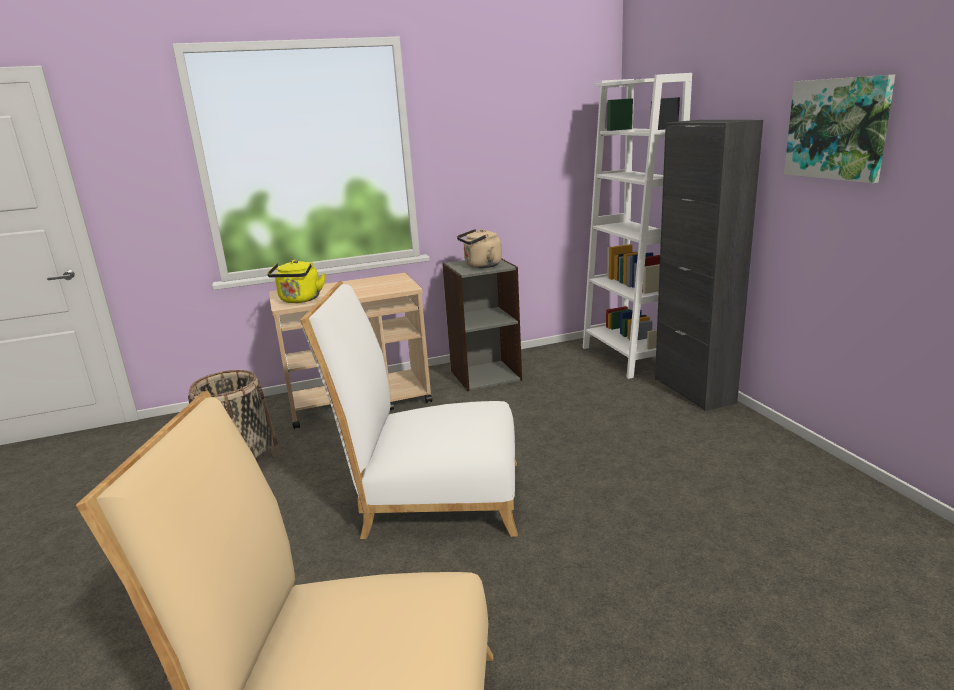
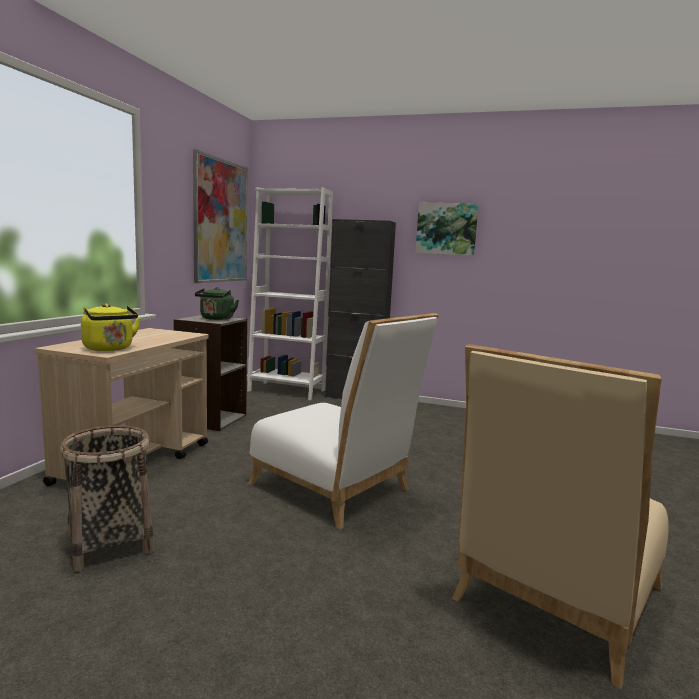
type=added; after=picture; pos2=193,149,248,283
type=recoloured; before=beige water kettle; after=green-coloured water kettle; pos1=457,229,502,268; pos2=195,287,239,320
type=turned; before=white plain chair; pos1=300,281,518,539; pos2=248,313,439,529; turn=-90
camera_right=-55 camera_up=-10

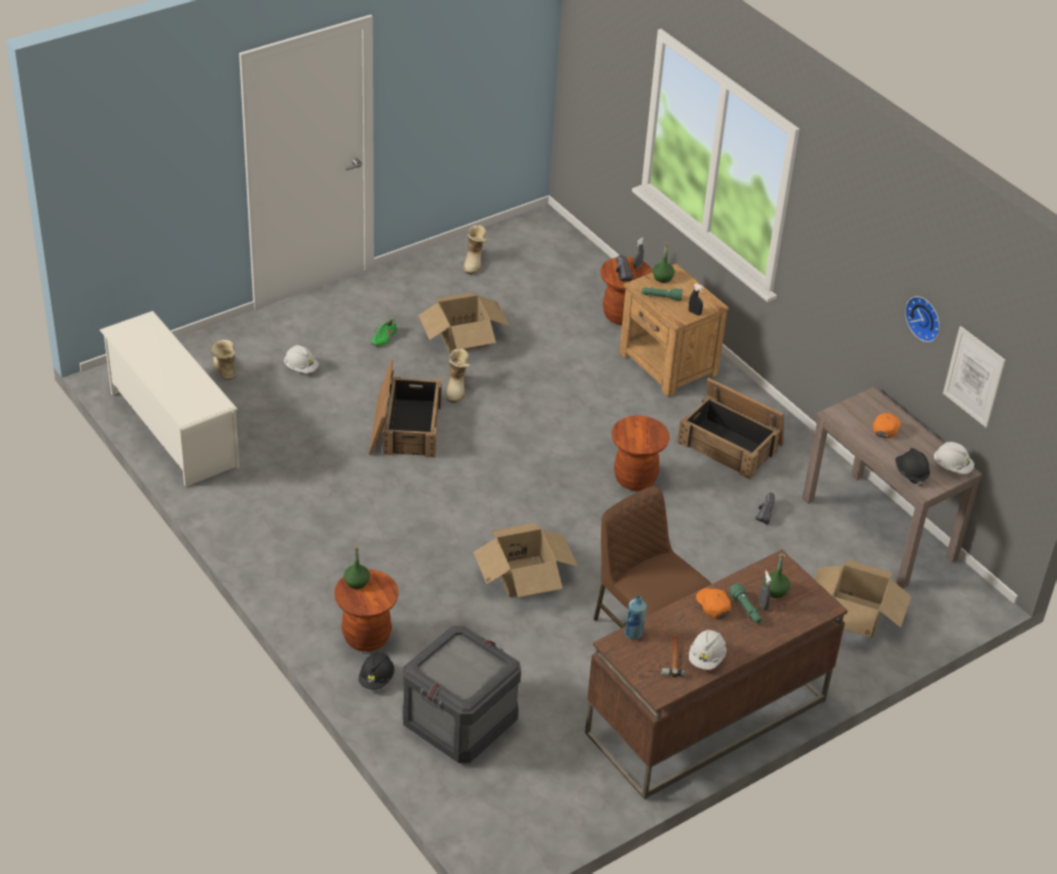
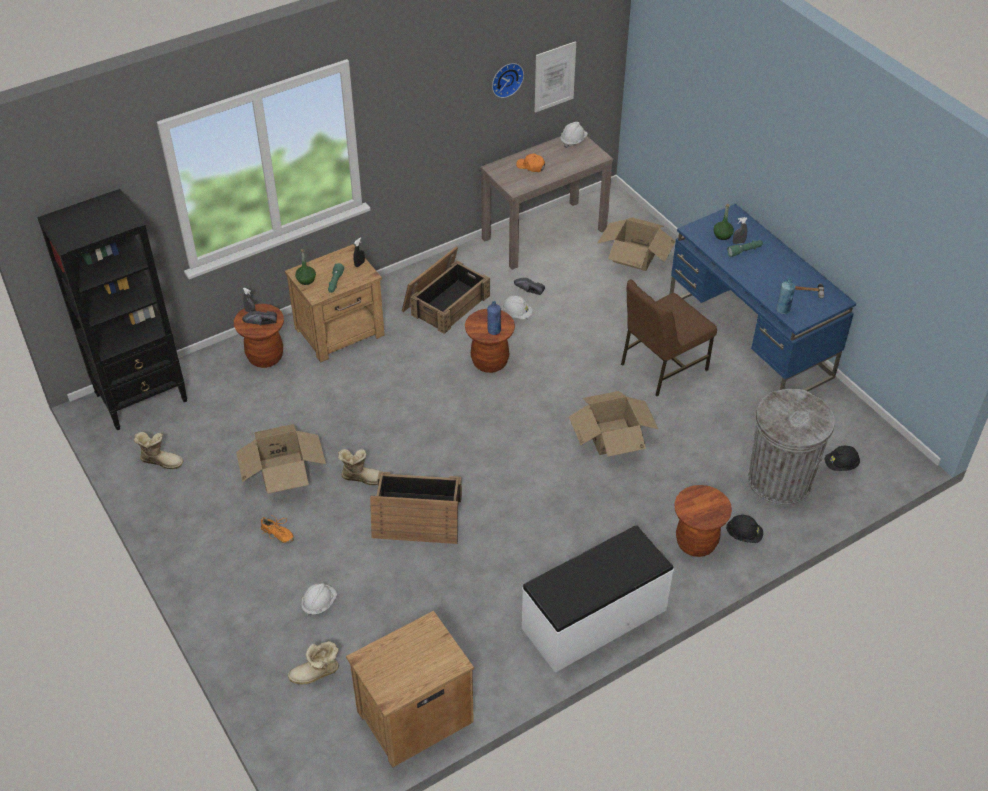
type=removed; before=green-coloured bottle; pos1=344,546,370,589
type=removed; before=orangey peaked cap; pos1=696,588,731,619
type=added; after=black bookcase; pos2=37,189,187,430
type=added; after=blue-coloured bottle; pos2=487,301,501,335
type=added; after=white bench; pos2=522,525,674,673
type=moved; before=white hard hat; pos1=689,629,726,670; pos2=501,296,532,319
type=moved; before=black hard hat; pos1=895,448,930,486; pos2=825,446,860,471
type=replaced; before=white shoe stand; after=brown nightstand; pos1=100,311,240,487; pos2=346,611,474,768
type=replaced; before=crate; after=grey waste bin; pos1=402,626,521,763; pos2=748,389,835,506
type=recoloured; before=green-coloured item of footwear; after=orangey item of footwear; pos1=370,318,399,347; pos2=261,514,294,543
type=recoloured; before=brown desk table; after=blue-coloured desk table; pos1=585,550,848,800; pos2=670,204,857,391
camera_right=-85 camera_up=5

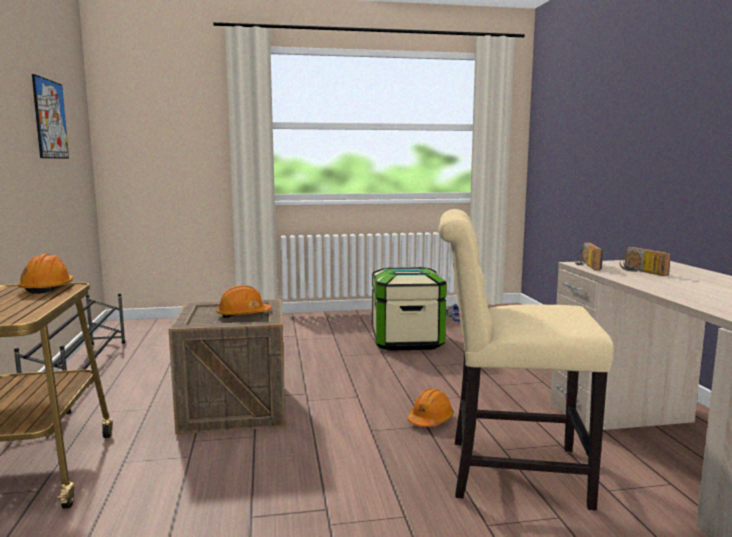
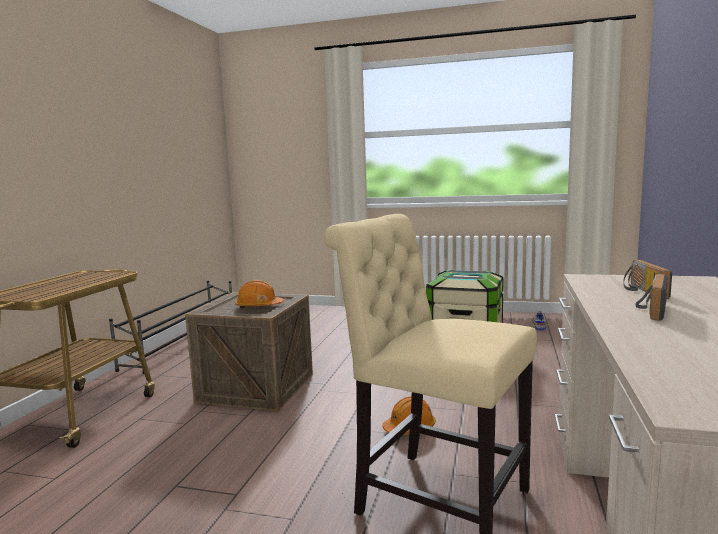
type=removed; before=orangey hard hat; pos1=18,254,73,294
type=removed; before=picture; pos1=32,74,69,159
type=moved; before=radio receiver; pos1=575,242,603,270; pos2=635,274,668,321
camera_right=25 camera_up=0

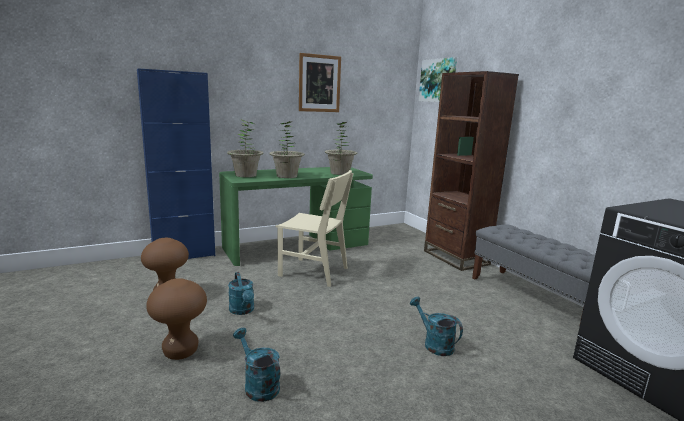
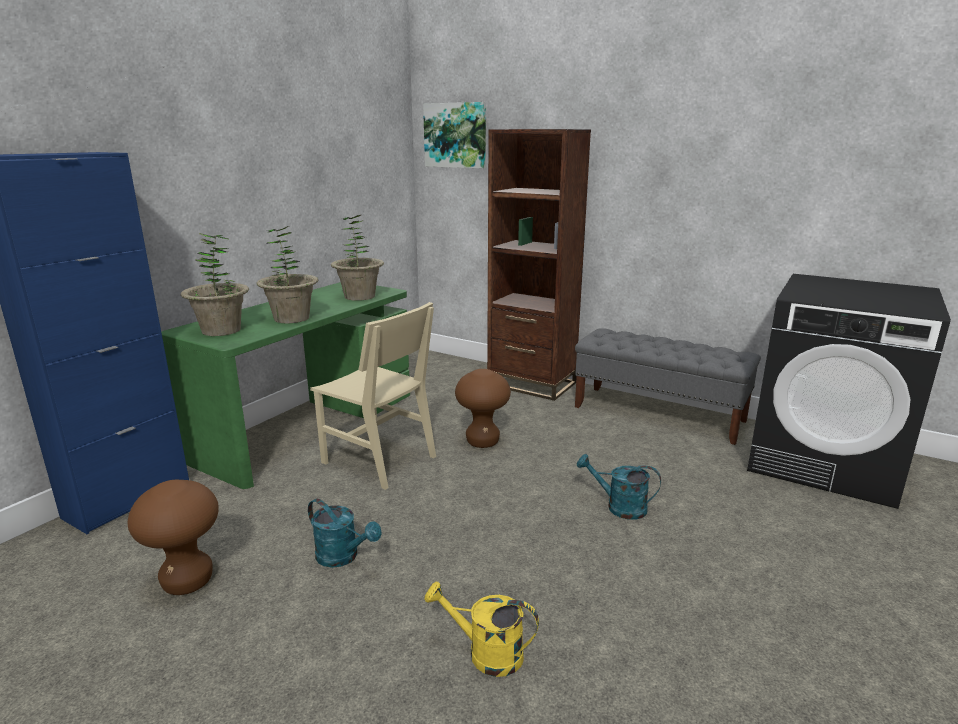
type=removed; before=picture; pos1=299,53,341,112
type=moved; before=brown sitting stool; pos1=146,278,207,360; pos2=455,369,511,448
type=recoloured; before=blue-green sprinkling can; after=yellow-coloured sprinkling can; pos1=233,327,280,402; pos2=425,582,539,677
type=turned; before=beige plain chair; pos1=275,170,354,287; pos2=310,302,436,490; turn=45
camera_right=-30 camera_up=5

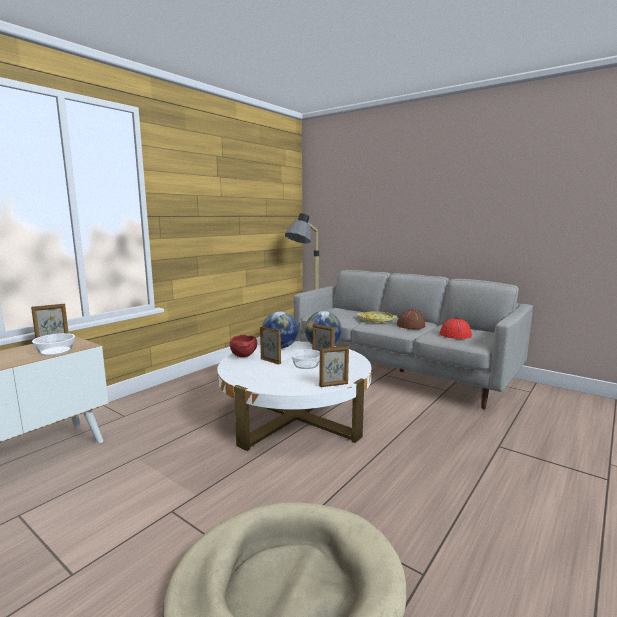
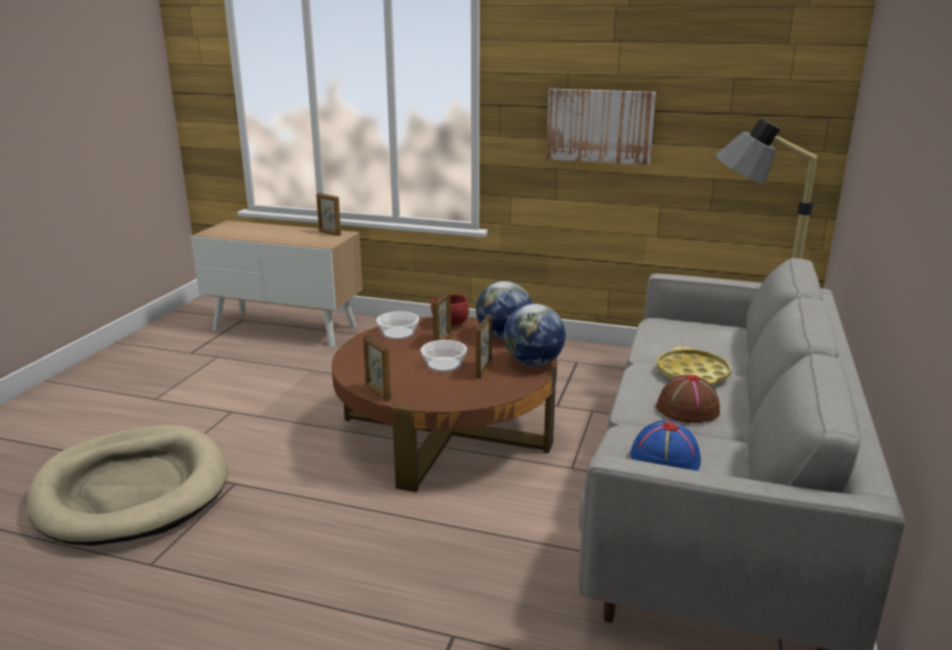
type=added; after=picture; pos2=546,89,656,165
type=moved; before=bowl; pos1=32,333,75,356; pos2=376,311,419,340
type=recoloured; before=white low table; after=brown low table; pos1=217,342,372,451; pos2=332,316,557,492
type=recoloured; before=red clothing hat; after=blue-coloured clothing hat; pos1=439,318,472,339; pos2=630,421,701,471
camera_right=70 camera_up=10

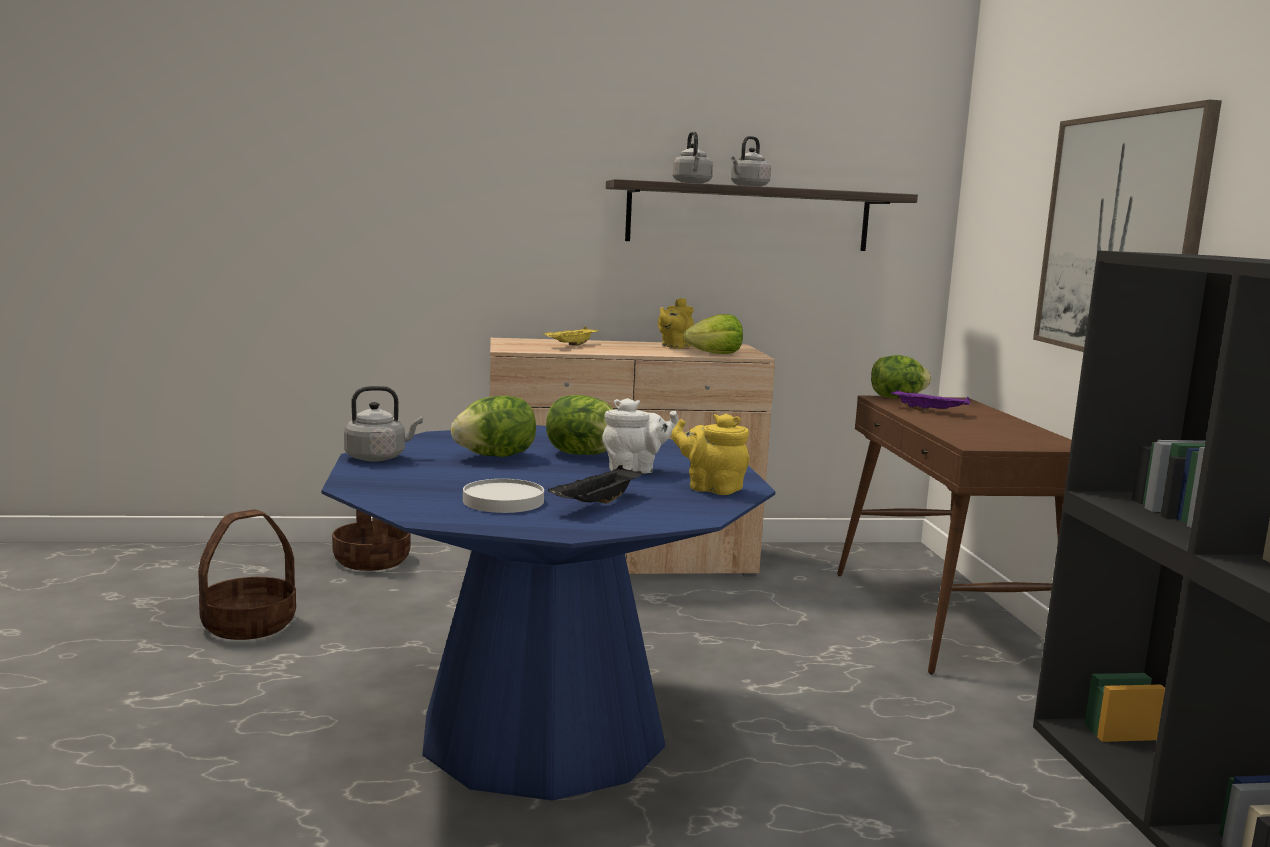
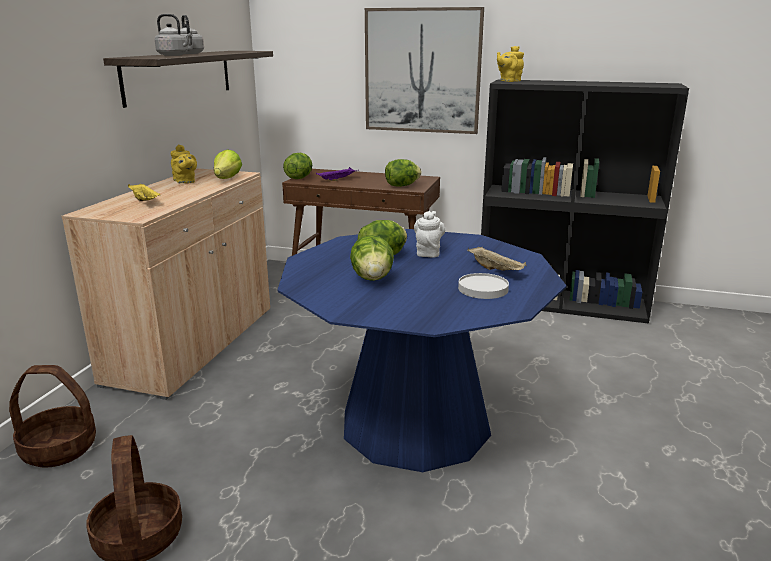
type=removed; before=grey water kettle; pos1=344,386,423,461
type=added; after=lettuce; pos2=385,159,422,187
type=moved; before=yellow-coloured pot for tea; pos1=671,414,749,495; pos2=497,46,524,82
type=recoloured; before=black serving tray; after=beige serving tray; pos1=548,465,643,504; pos2=467,246,527,271
camera_right=-65 camera_up=10

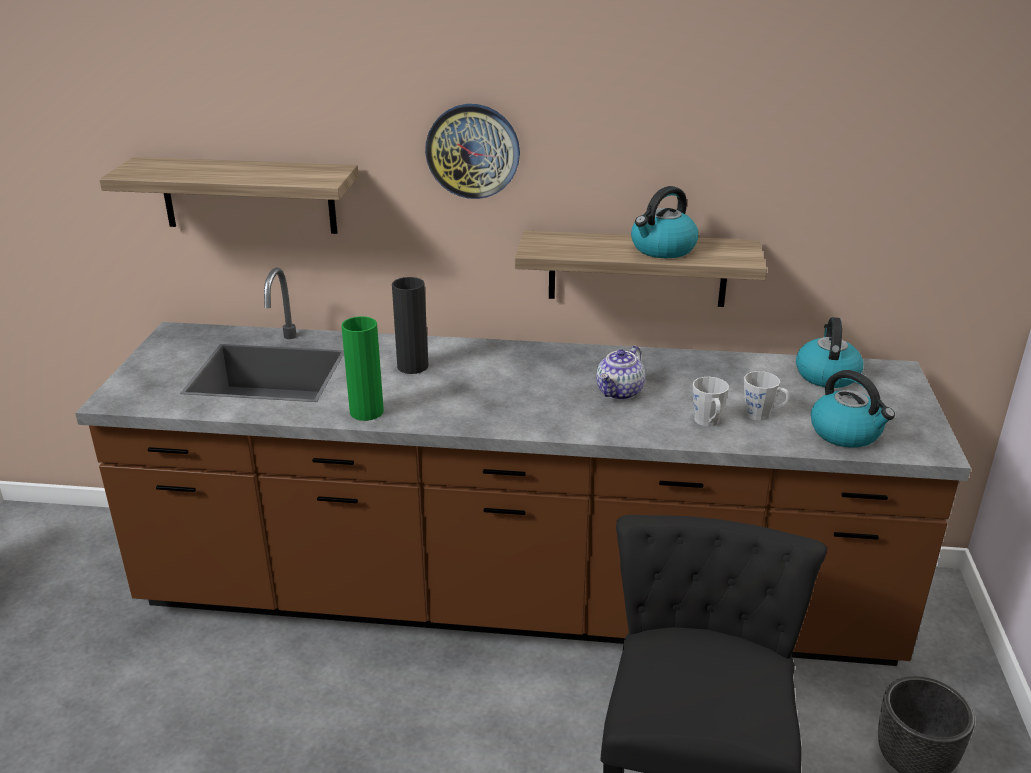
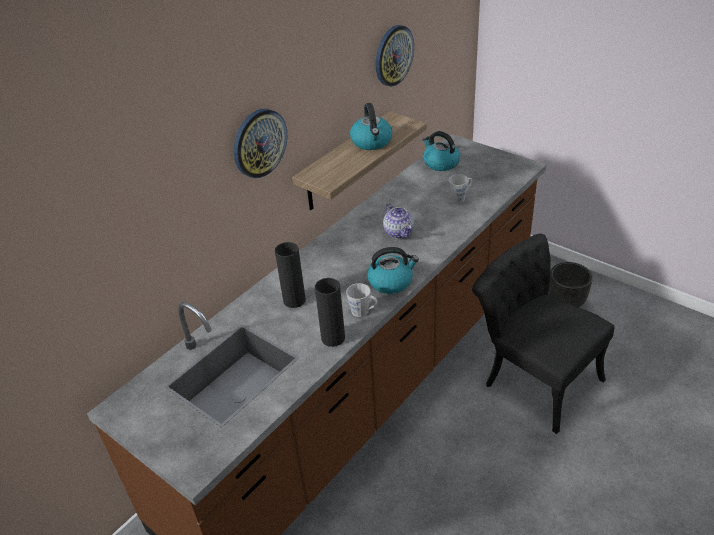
type=removed; before=shelf; pos1=99,157,359,234
type=added; after=hanging clock; pos2=376,25,414,86
type=moved; before=grey tea mug; pos1=693,377,729,426; pos2=346,283,377,317
type=moved; before=water kettle; pos1=811,370,895,448; pos2=367,247,419,294
type=recoloured; before=green-coloured decorative vase; after=black decorative vase; pos1=341,316,384,421; pos2=315,278,345,347
camera_right=-55 camera_up=10

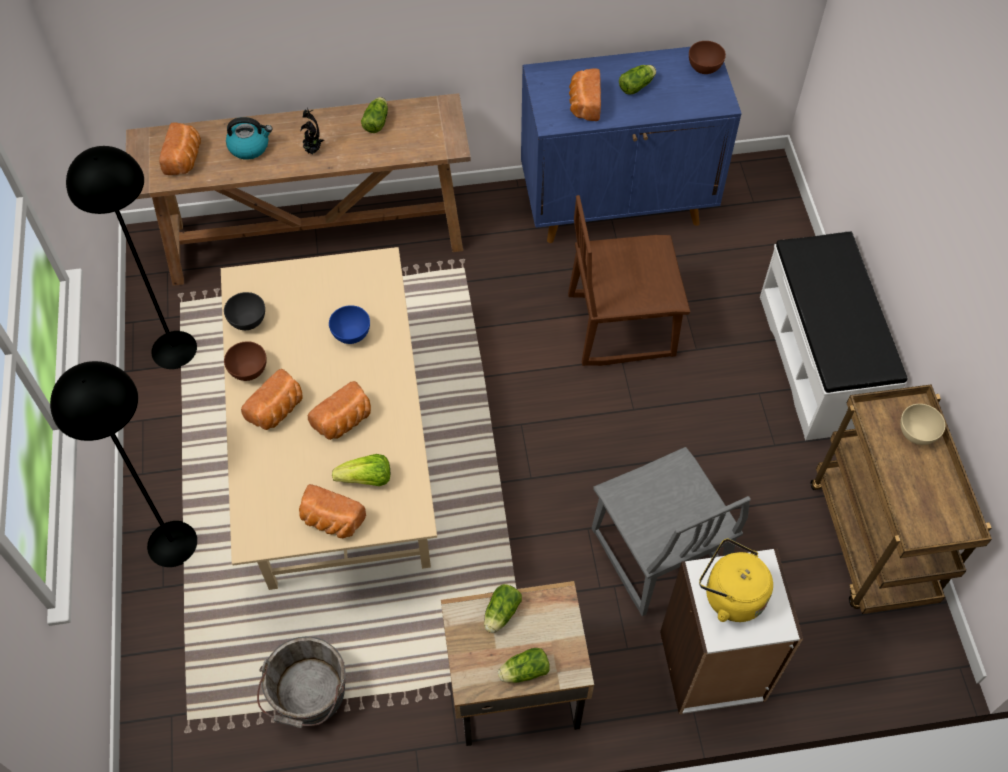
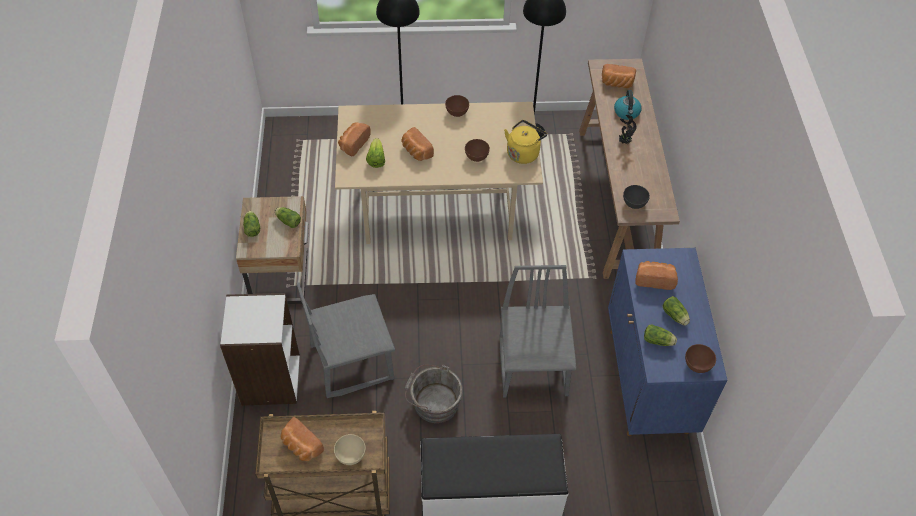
type=moved; before=grey bowl; pos1=224,292,265,330; pos2=623,185,650,209
type=moved; before=bakery bread; pos1=241,369,302,430; pos2=281,417,324,461
type=moved; before=grey pail; pos1=257,637,346,728; pos2=405,365,463,423
type=moved; before=lettuce; pos1=361,97,388,133; pos2=644,324,677,346
type=moved; before=yellow-coloured water kettle; pos1=699,538,773,622; pos2=504,120,547,164
type=recoloured; before=blue-coloured bowl; after=brown bowl; pos1=329,305,370,344; pos2=465,139,490,162
type=recoloured; before=brown plain chair; after=grey plain chair; pos1=568,195,691,366; pos2=499,265,576,397
camera_right=95 camera_up=-5

